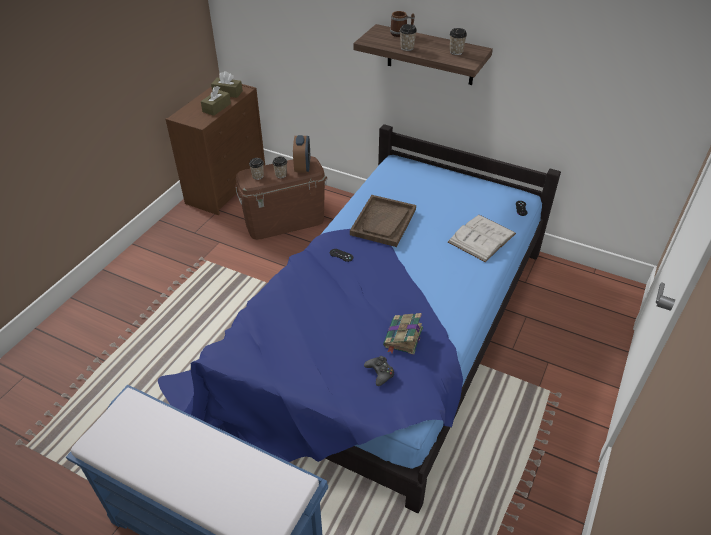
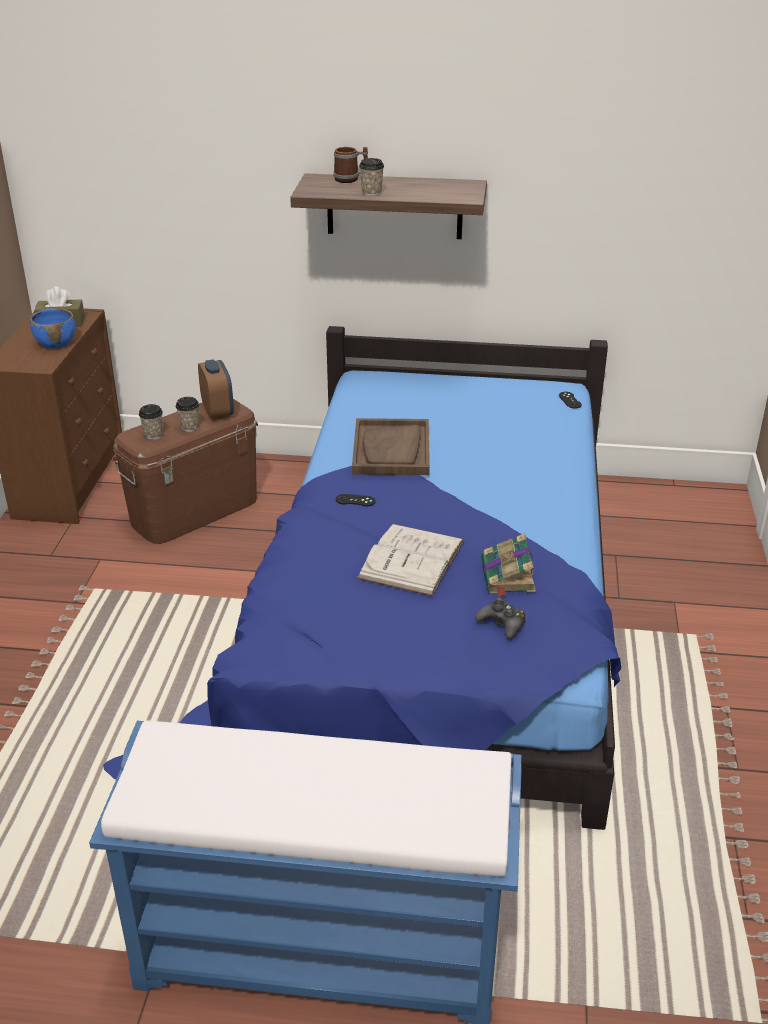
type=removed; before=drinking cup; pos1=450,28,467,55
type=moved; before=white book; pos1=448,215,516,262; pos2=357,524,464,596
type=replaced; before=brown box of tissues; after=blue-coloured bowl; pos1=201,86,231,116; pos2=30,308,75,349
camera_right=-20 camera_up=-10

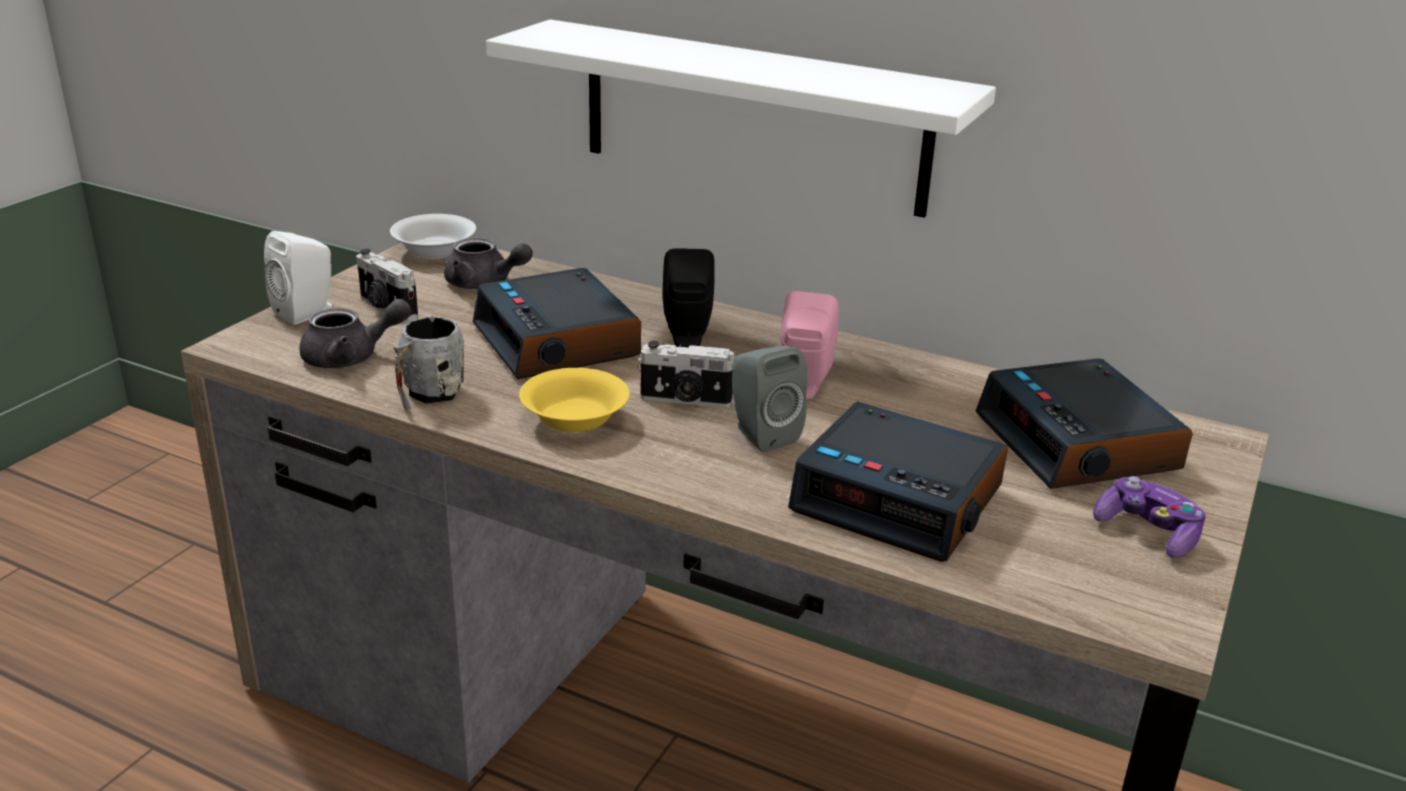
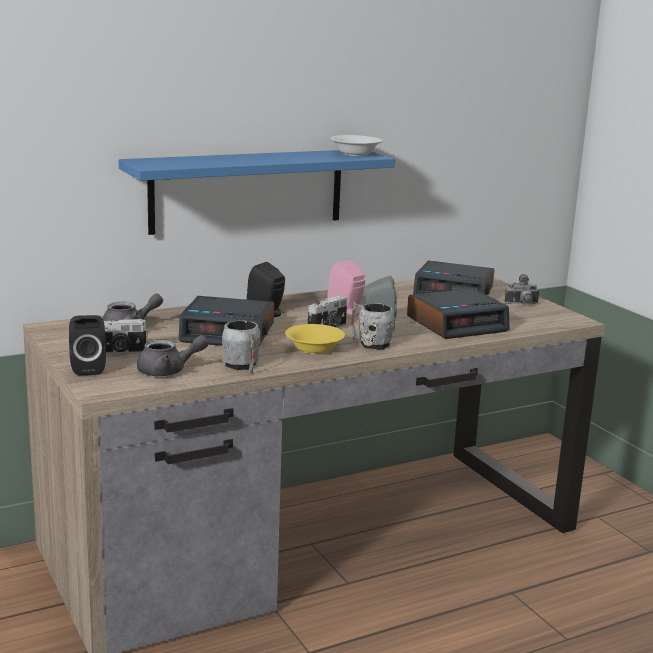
type=added; after=grey tea mug; pos2=351,302,395,350
type=moved; before=white bowl; pos1=390,214,476,259; pos2=330,135,383,156
type=replaced; before=game controller; after=photo camera; pos1=1093,476,1206,558; pos2=505,274,540,305
type=recoloured; before=white speaker; after=black speaker; pos1=264,231,332,325; pos2=69,315,106,375
type=recoloured; before=white shelf; after=blue-coloured shelf; pos1=486,19,996,218; pos2=119,150,395,235
type=turned; before=grey pot for tea; pos1=299,299,411,368; pos2=137,335,209,376; turn=60
camera_right=-55 camera_up=-10

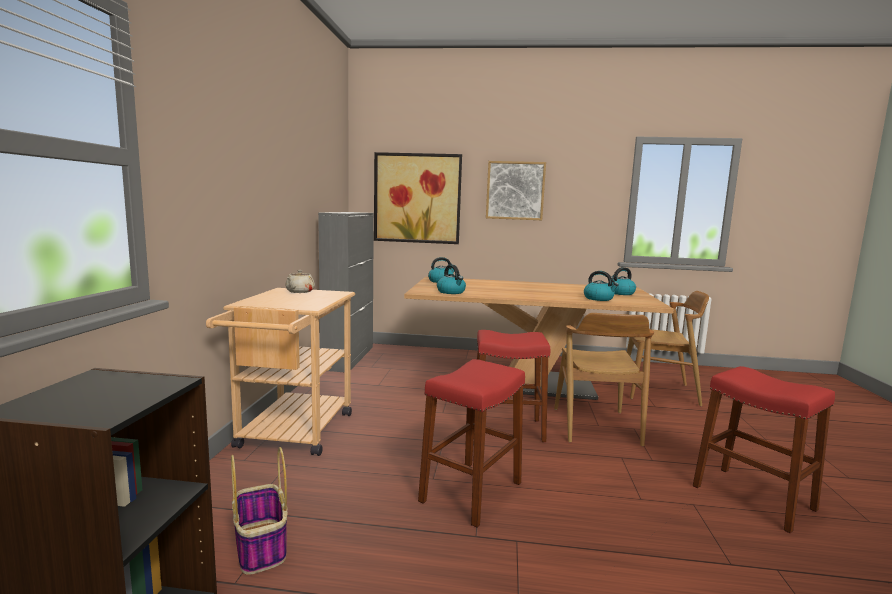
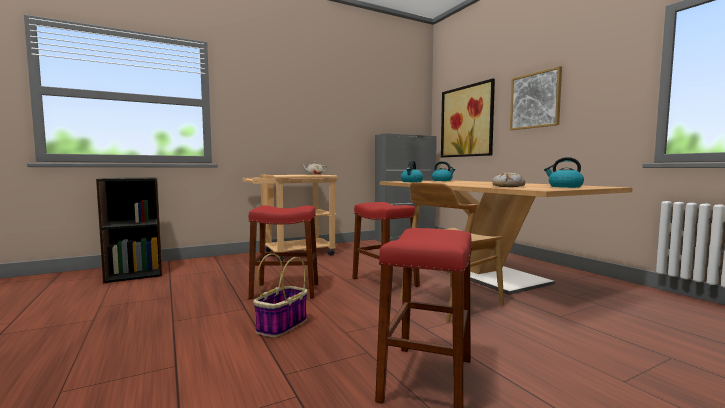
type=removed; before=brown plain chair; pos1=627,291,709,406
type=moved; before=household basket; pos1=231,447,287,575; pos2=253,253,308,337
type=replaced; before=water kettle; after=bakery bread; pos1=584,271,619,301; pos2=492,172,525,187
camera_right=55 camera_up=-5

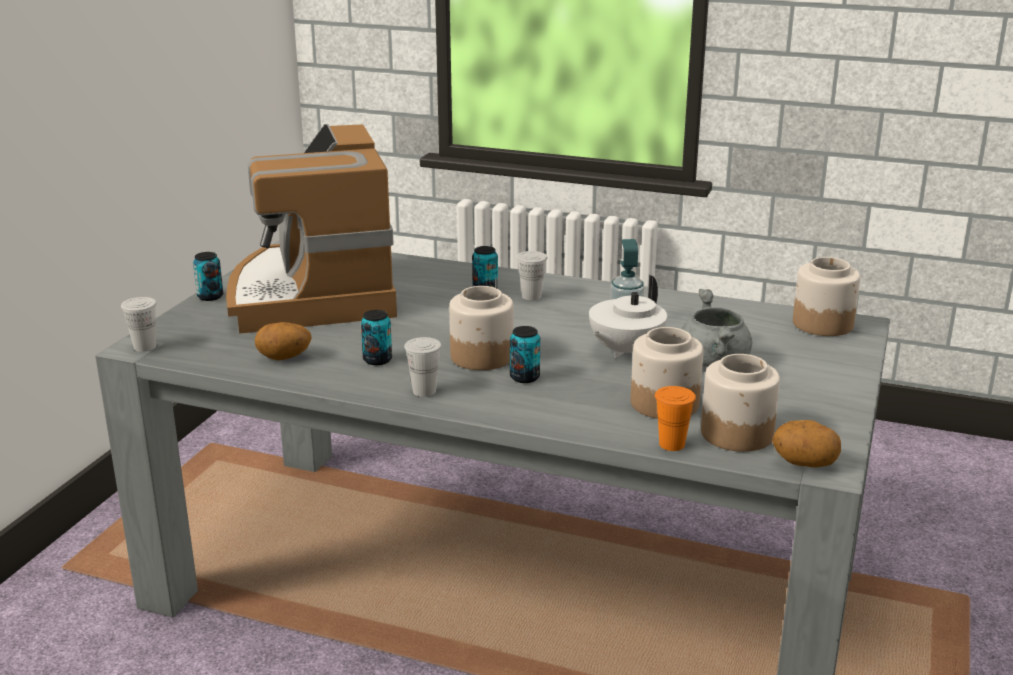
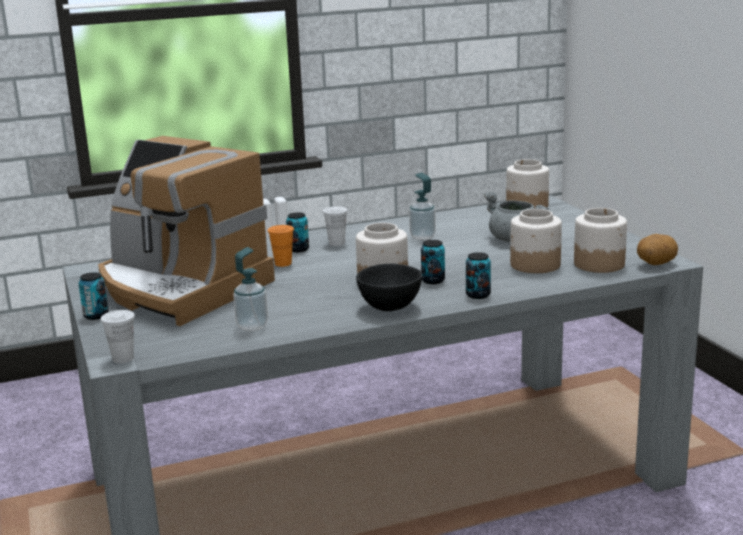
type=removed; before=white pot for tea; pos1=589,275,667,358
type=moved; before=metal can; pos1=361,310,392,365; pos2=466,252,491,299
type=moved; before=orangey drinking cup; pos1=655,386,696,451; pos2=268,225,294,267
type=replaced; before=potato; after=liquid soap bottle; pos1=255,322,312,360; pos2=233,247,268,331
type=replaced; before=white drinking cup; after=black bowl; pos1=404,337,442,397; pos2=356,264,422,311
camera_right=-40 camera_up=-5

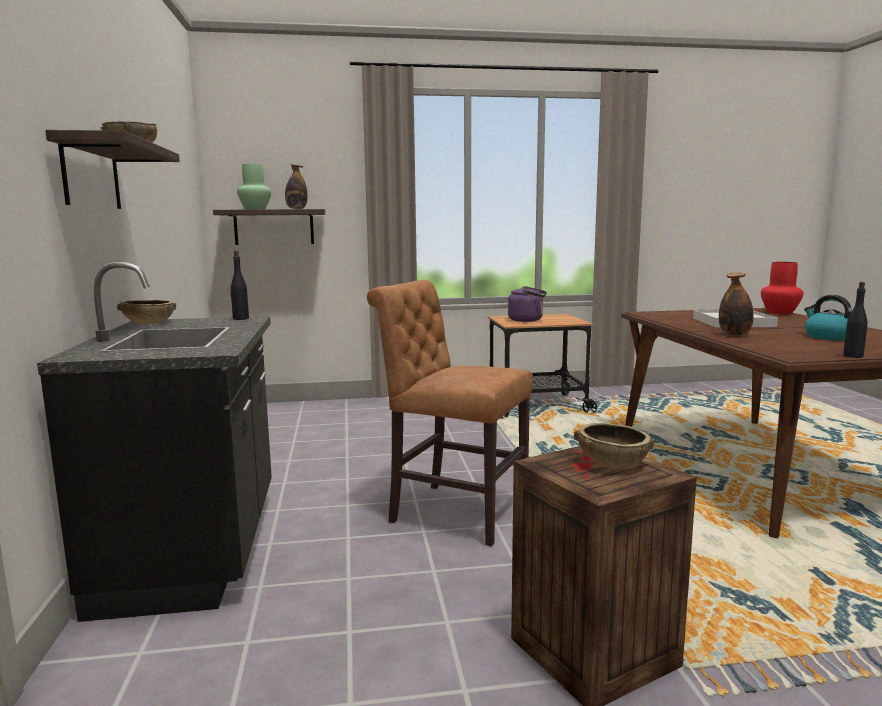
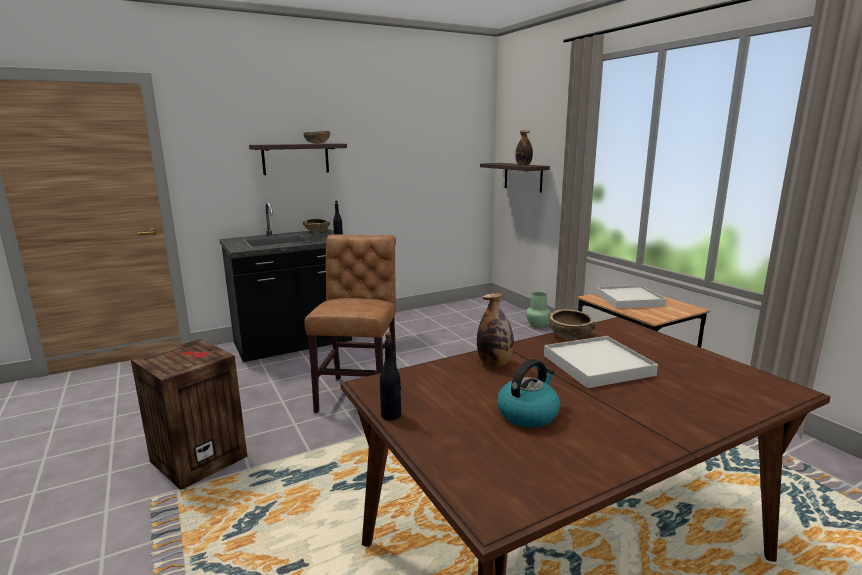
type=removed; before=red decorative vase; pos1=761,262,804,314
type=moved; before=green-coloured decorative vase; pos1=237,164,271,210; pos2=526,292,551,328
type=moved; before=brown bowl; pos1=574,423,655,467; pos2=548,309,595,339
type=replaced; before=purple water kettle; after=white serving tray; pos1=508,286,547,322; pos2=596,285,666,309
camera_right=70 camera_up=5

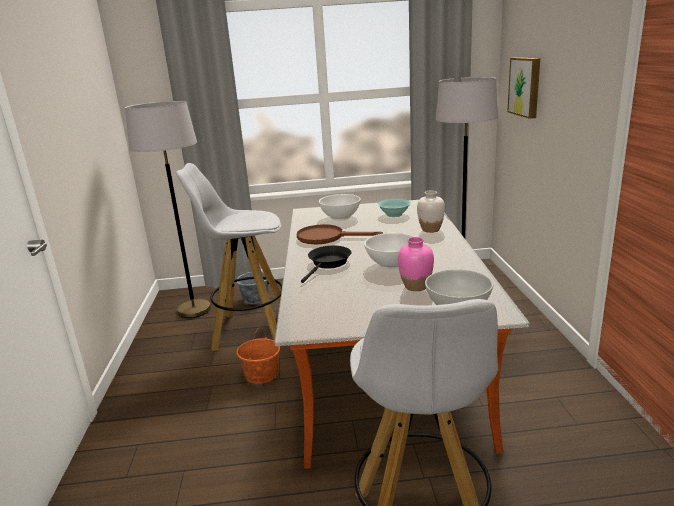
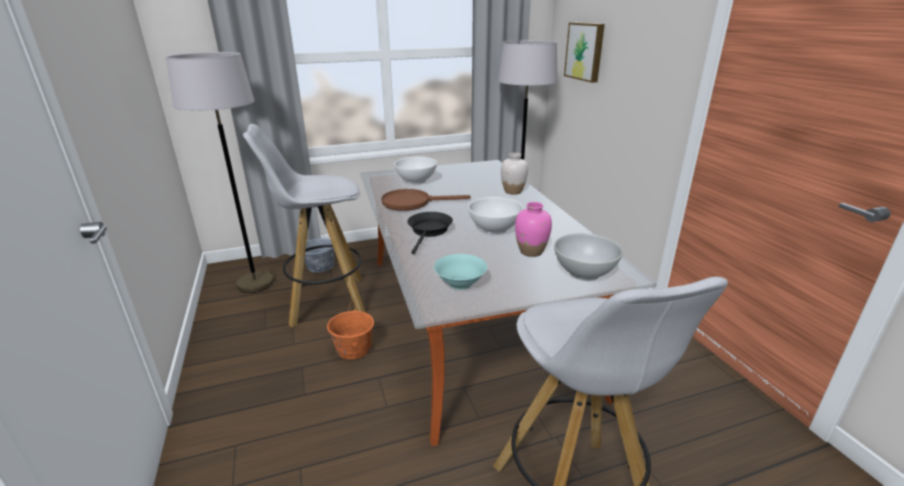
type=moved; before=blue-green bowl; pos1=378,199,411,217; pos2=434,254,487,290
camera_right=-15 camera_up=5

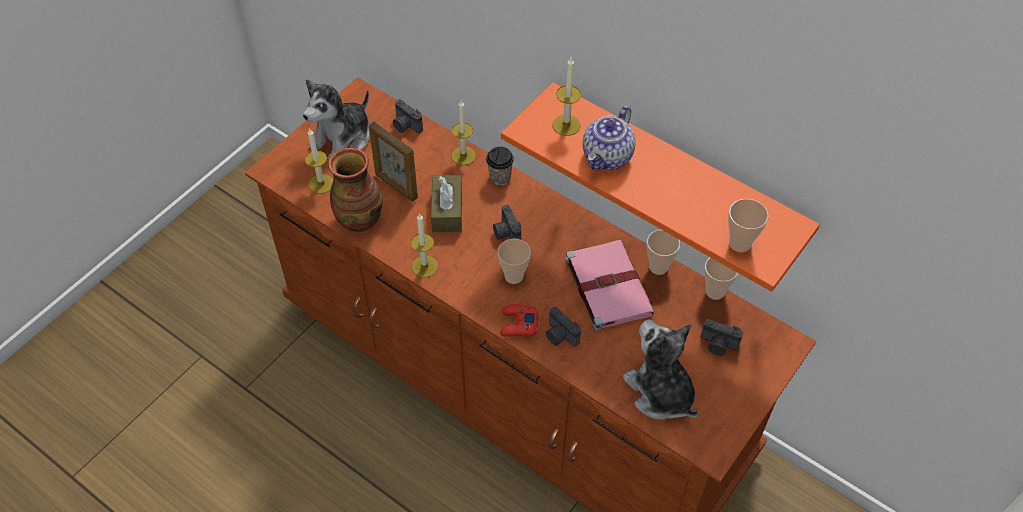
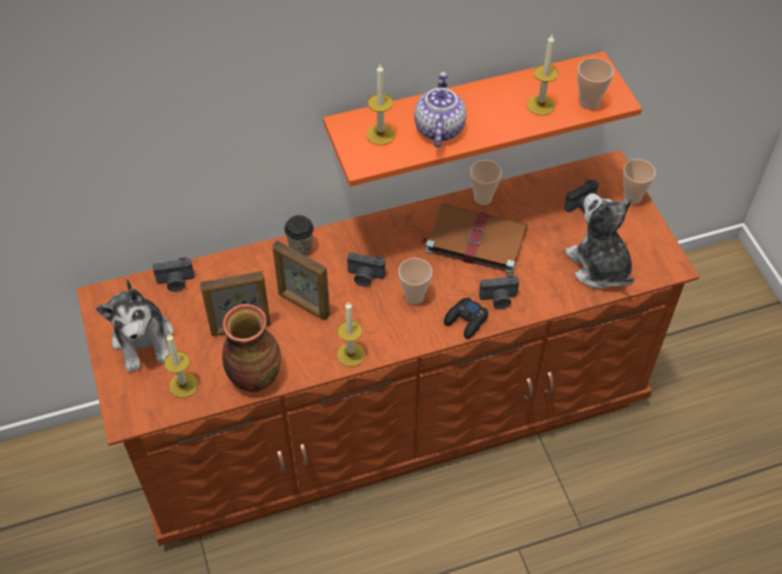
type=moved; before=wax light; pos1=451,100,476,165; pos2=527,35,559,116
type=moved; before=drinking cup; pos1=704,257,738,300; pos2=623,159,656,204
type=replaced; before=brown box of tissues; after=standing frame; pos1=431,175,462,232; pos2=272,241,330,320
type=recoloured; before=red game controller; after=black game controller; pos1=500,304,539,337; pos2=444,297,488,339
type=recoloured; before=pink book; after=brown book; pos1=565,240,655,331; pos2=421,204,527,274
type=turned; before=pot for tea; pos1=583,105,635,171; pos2=414,72,466,148; turn=-150
type=turned; before=plush toy; pos1=623,320,699,420; pos2=565,193,635,289; turn=60
camera_right=-55 camera_up=0

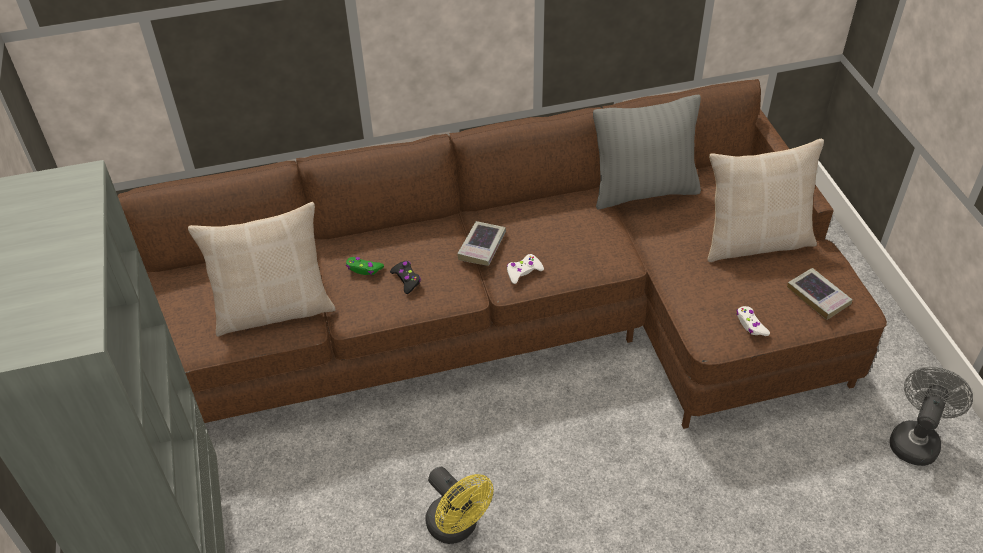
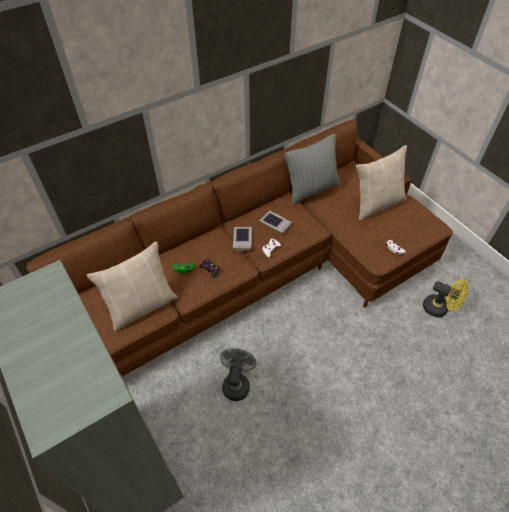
type=moved; before=yellow-coloured electric fan; pos1=425,467,494,544; pos2=423,279,468,318
type=moved; before=book; pos1=787,268,852,320; pos2=259,210,292,235
type=moved; before=grey electric fan; pos1=890,367,973,466; pos2=220,348,257,401
camera_right=-20 camera_up=5

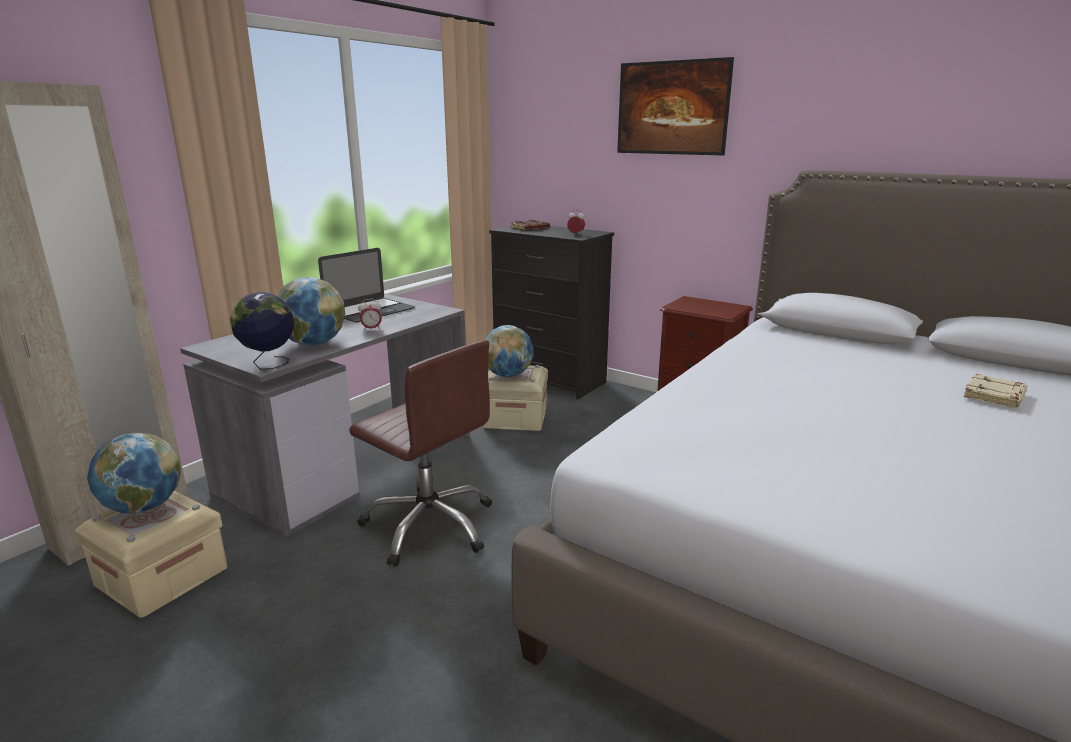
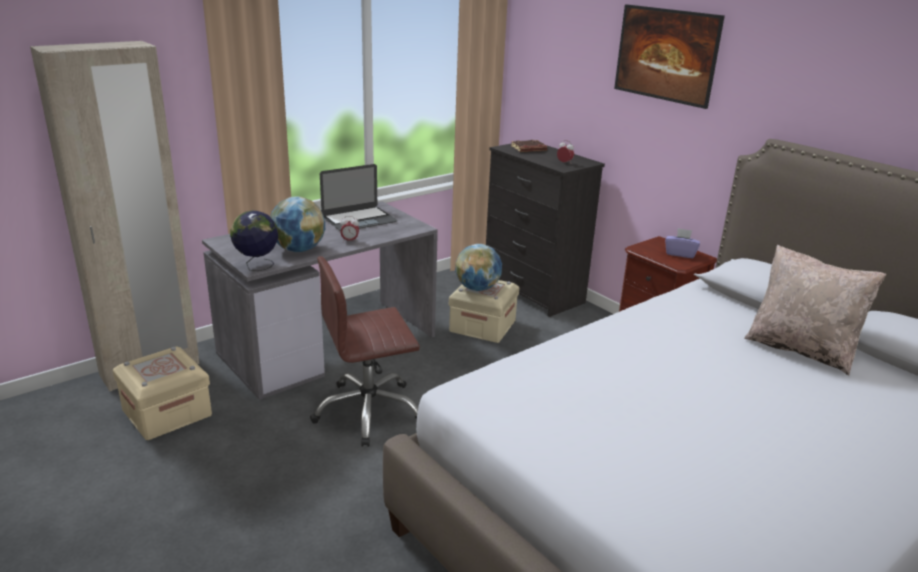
type=removed; before=world globe; pos1=87,433,181,513
type=removed; before=beige book; pos1=964,374,1027,408
type=added; after=purple box of tissues; pos2=665,228,700,258
type=added; after=beige throw pillow; pos2=744,245,886,376
type=turned; before=brown office chair; pos1=349,340,492,567; pos2=310,256,420,447; turn=105
camera_right=15 camera_up=5

